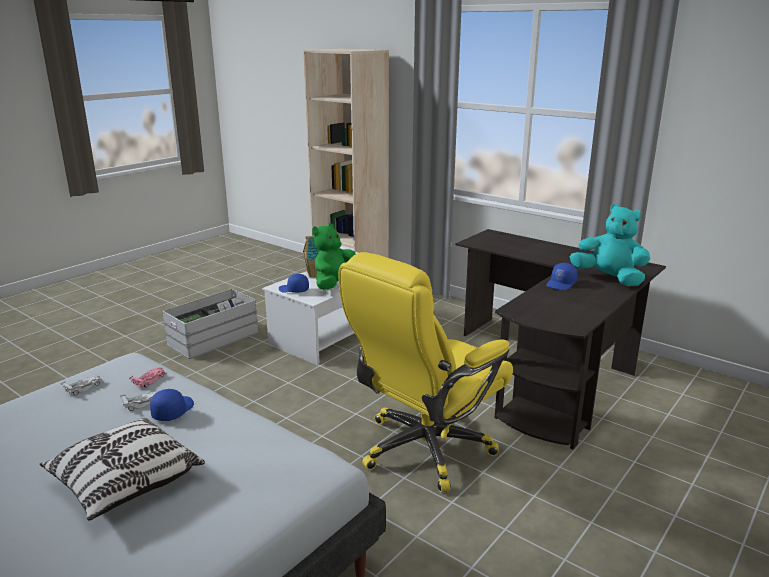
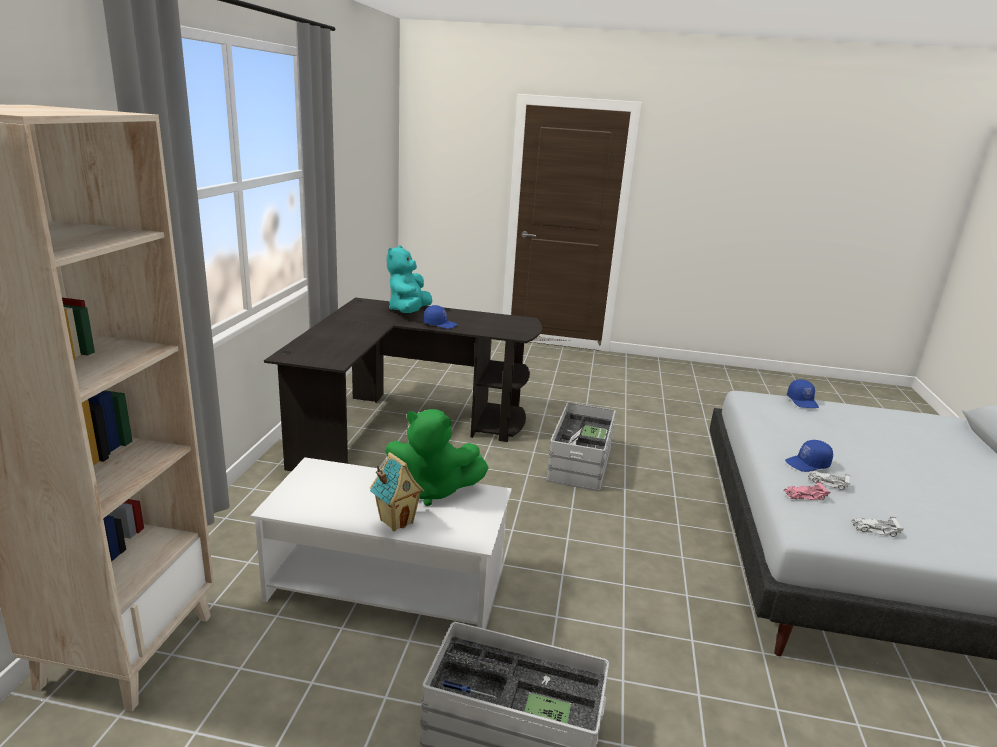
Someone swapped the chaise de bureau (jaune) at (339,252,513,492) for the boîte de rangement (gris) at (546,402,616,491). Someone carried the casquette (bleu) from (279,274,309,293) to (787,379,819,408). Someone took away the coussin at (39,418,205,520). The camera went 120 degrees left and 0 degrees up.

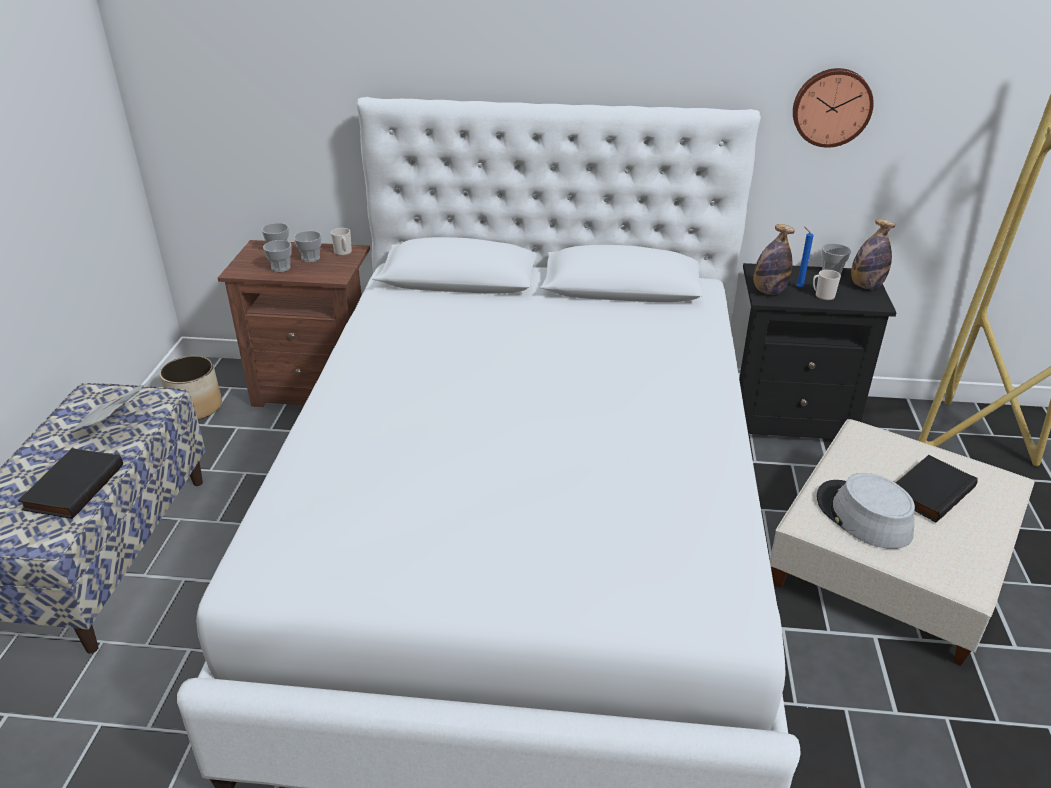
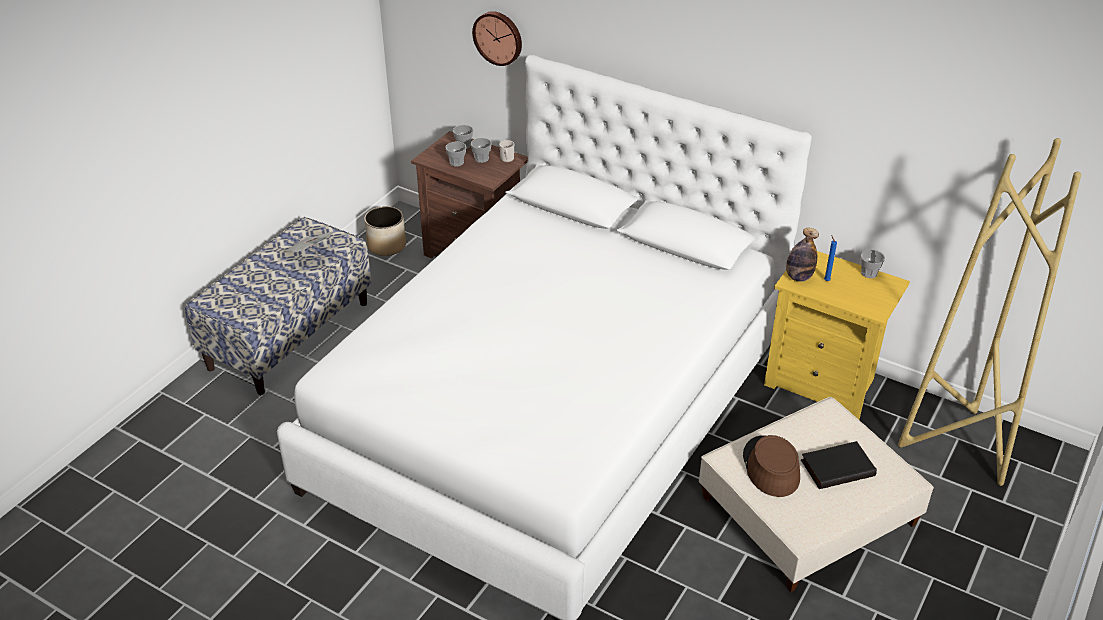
Someone carried the horloge murale from (793,68,874,148) to (472,11,522,66). Someone took away the bouteille at (851,219,896,289). Someone repainted the table de chevet (noir) at (739,263,897,439), which became the table de chevet (jaune) at (764,251,910,420). Someone took away the mug at (813,270,841,300). Someone took away the livre (noir) at (17,448,123,519). Someone repainted the chapeau (gris) at (817,473,915,549), which became the chapeau (marron) at (743,435,800,497). The camera went 25 degrees right and 5 degrees up.

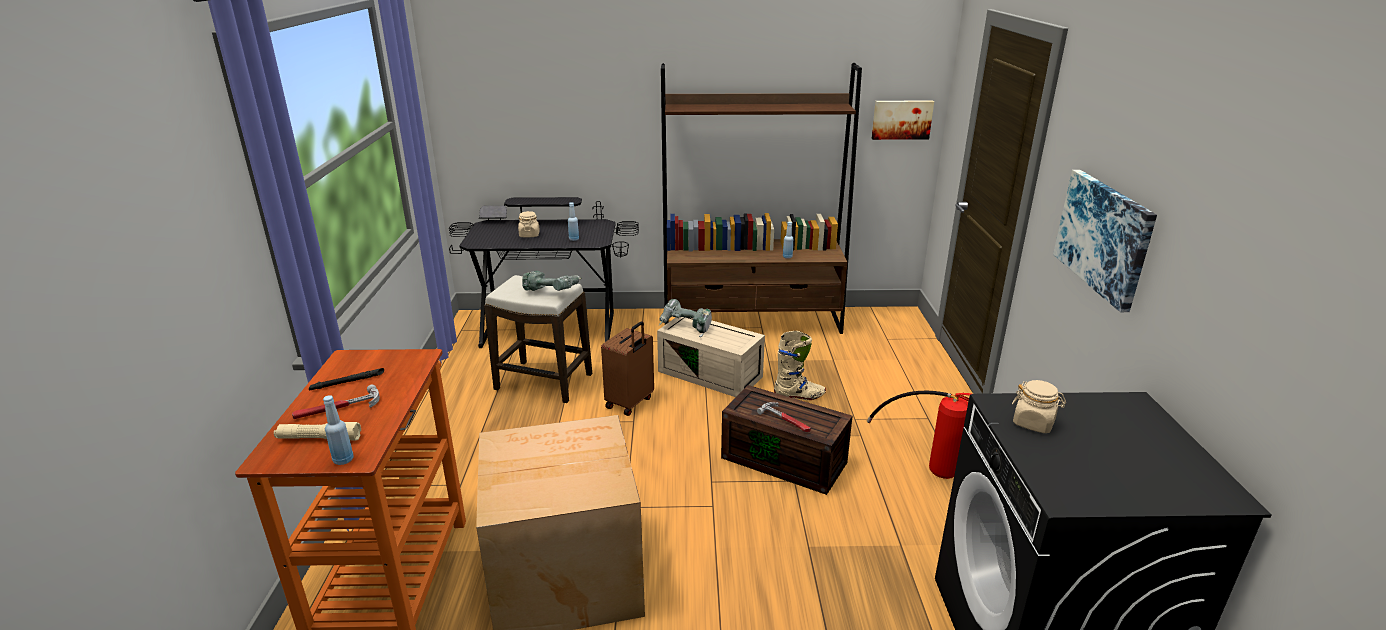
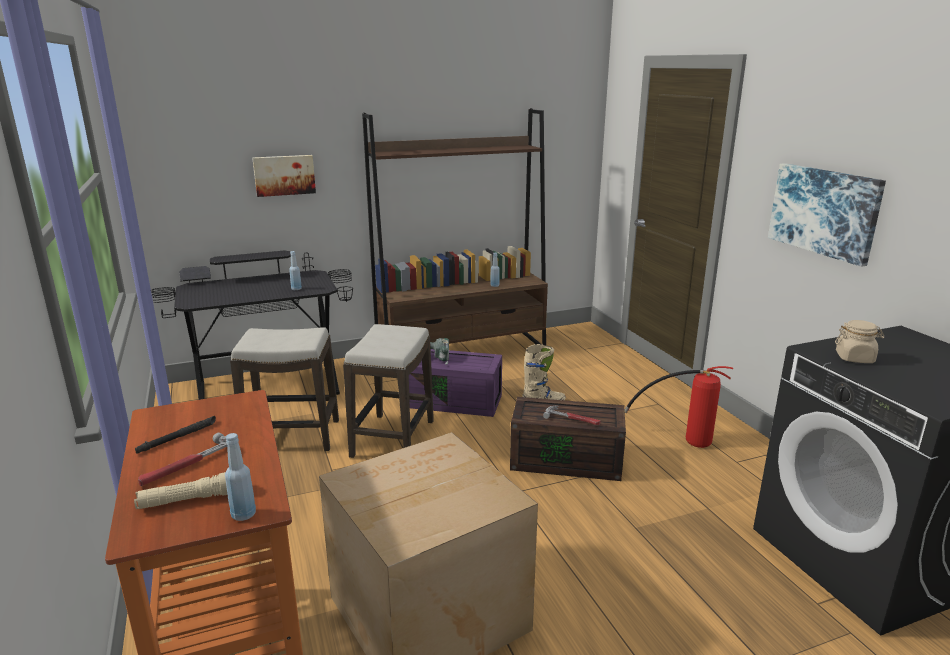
Someone carried the tableau from (872,101,934,140) to (252,155,316,197). Someone took away the bocal (beige) at (518,211,540,238). Someone took away the perceuse at (522,271,581,291). Someone repainted the boîte de rangement (beige) at (657,317,765,397), which became the boîte de rangement (violet) at (409,349,502,417). Someone swapped the valise (marron) at (601,321,654,416) for the tabouret at (343,324,434,458). The camera went 20 degrees left and 5 degrees down.

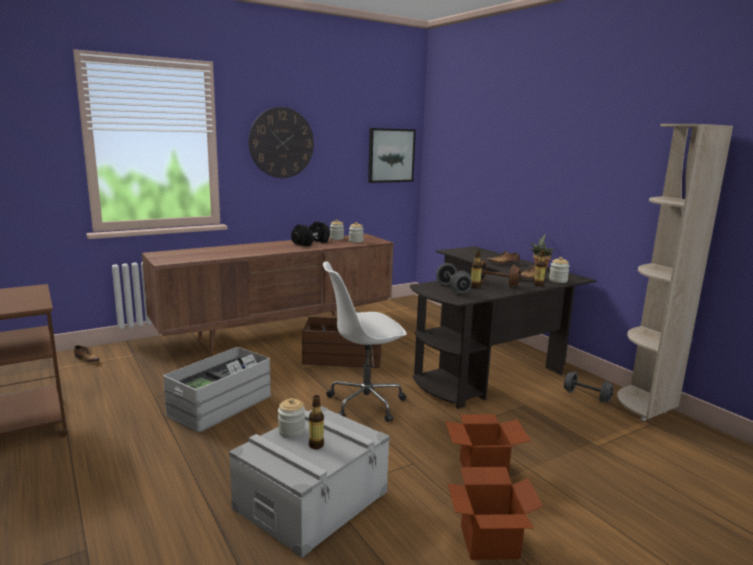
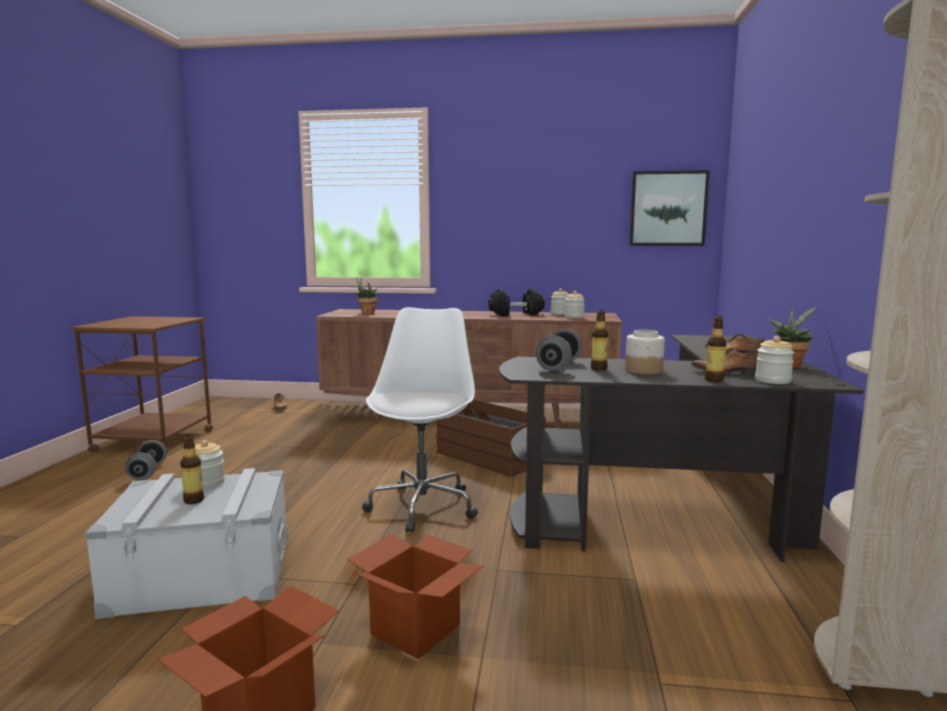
Someone took away the horloge murale at (249,107,314,178). Someone swapped the haltère (marron) at (481,261,521,287) for the bocal at (625,330,665,374). Someone rotated the chaise de bureau (blanc) at (323,262,407,422) by 75 degrees clockwise. Someone took away the boîte de rangement (gris) at (163,347,271,432). Someone carried the haltère (gris) from (564,372,613,403) to (125,440,167,480). Someone put down the plante en pot at (355,277,378,314). The camera went 40 degrees right and 5 degrees down.

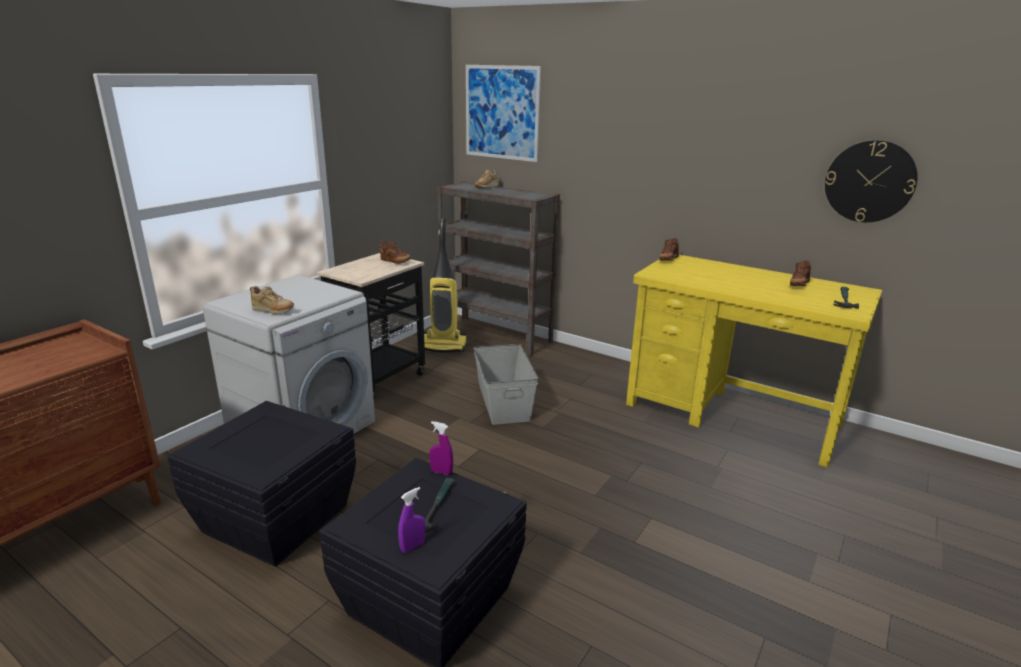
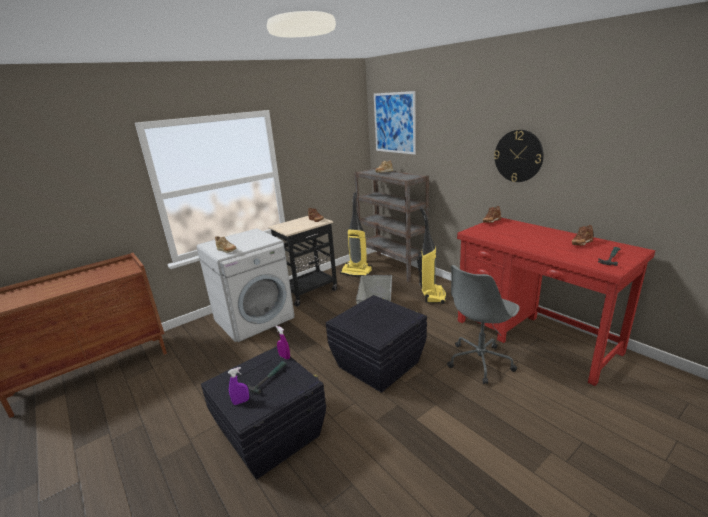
Someone carried the horloge murale from (825,140,918,222) to (494,130,544,182). Someone repainted the bureau (jaune) at (626,255,882,468), which became the bureau (rouge) at (457,218,655,386). Someone carried the boîte de rangement (noir) from (167,401,356,566) to (326,295,427,393). Someone put down the aspirateur at (417,207,447,304). Someone put down the chaise de bureau (gris) at (447,265,520,384). The camera went 20 degrees right and 0 degrees up.

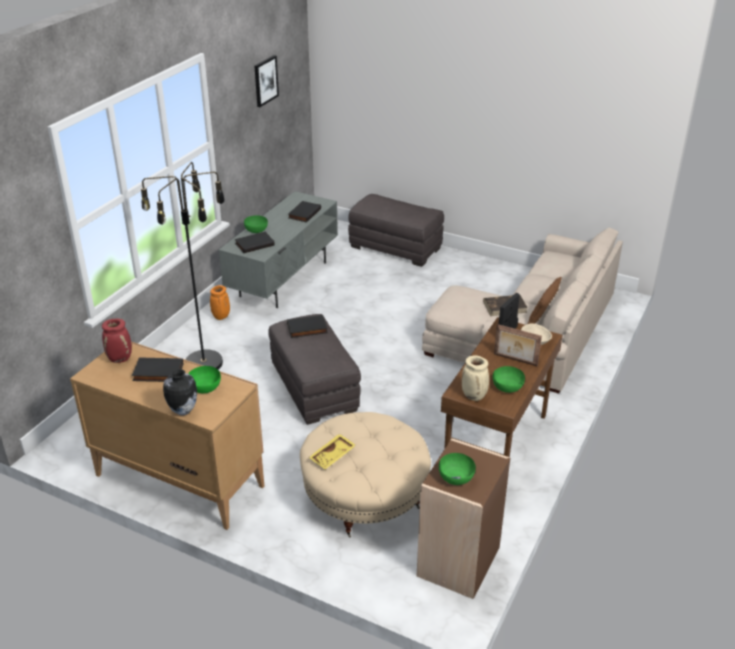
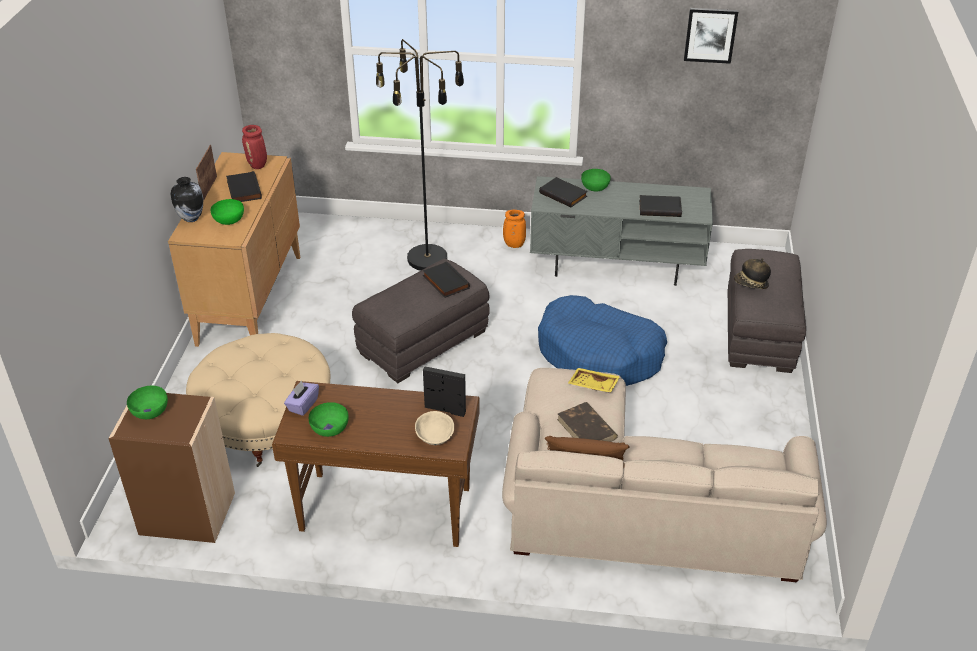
Someone carried the cadre photo from (494,324,542,366) to (196,145,217,201). Someone swapped the vase (beige) at (462,355,489,401) for the boîte à mouchoirs (violet) at (284,380,319,416). Someone carried the plateau (jaune) from (308,434,356,469) to (568,368,620,393). Someone put down the chapeau at (734,258,771,289). Someone put down the panier pour chien (bleu) at (538,295,667,386). The camera went 70 degrees right and 5 degrees up.

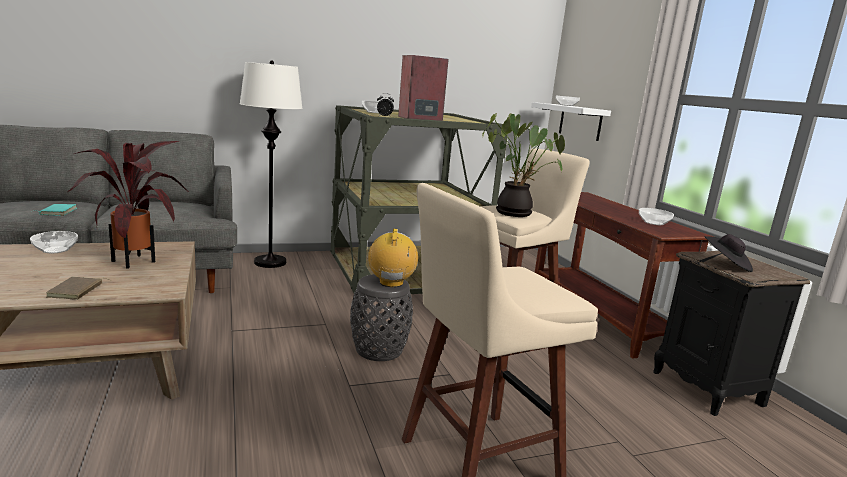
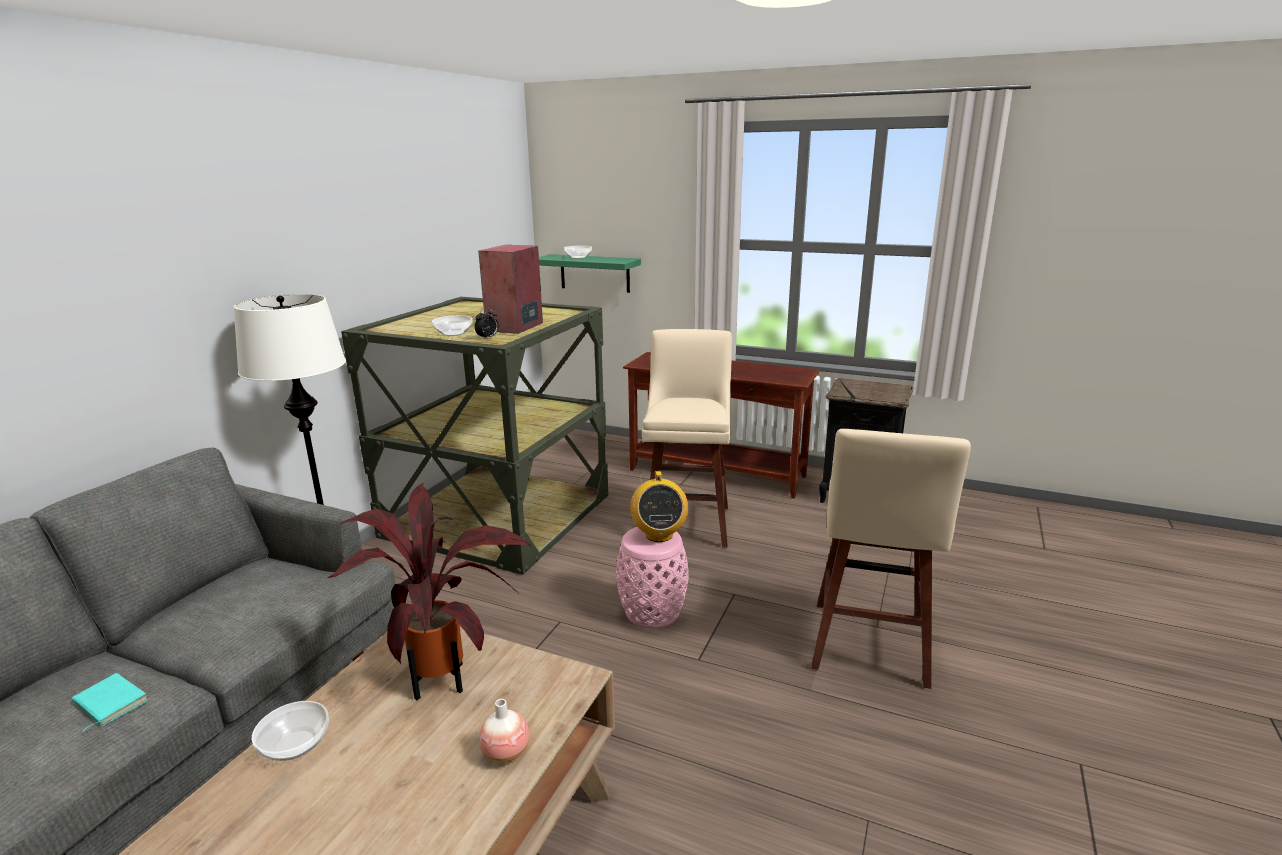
Someone repainted the étagère (blanc) at (531,102,611,141), which became the étagère (vert) at (539,254,641,293). Someone took away the plante en pot at (482,113,565,217). Someone took away the bol at (639,208,674,225). Someone rotated the radio at (368,229,418,287) by 135 degrees counterclockwise. Someone took away the chapeau (noir) at (704,234,753,272). Someone repainted the tabouret (gris) at (350,274,413,361), which became the tabouret (rose) at (616,527,689,628). Someone swapped the livre (marron) at (46,276,111,300) for the vase at (479,699,529,763). The camera went 45 degrees left and 5 degrees up.

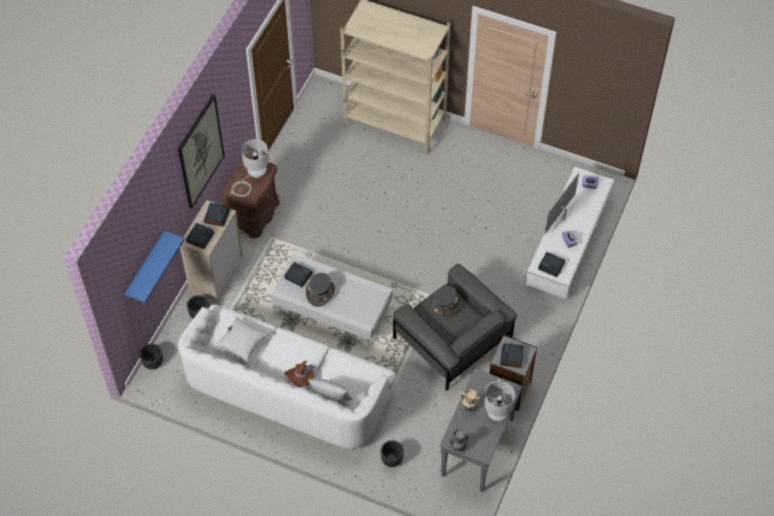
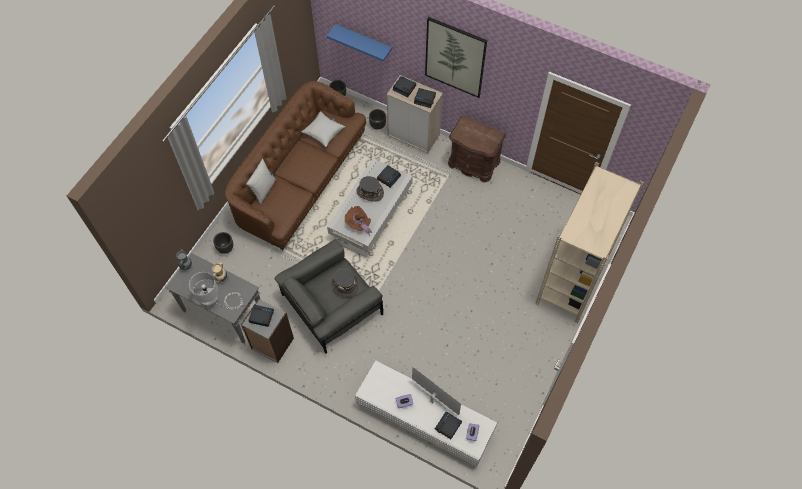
Someone took away the lampe de table (blanc) at (231,139,269,197). Someone carried the réveil from (538,252,565,277) to (435,411,462,439). Someone repainted the canapé (blanc) at (178,304,395,449), which became the canapé (marron) at (225,81,366,250). Someone carried the chapeau (marron) from (284,360,316,387) to (345,206,372,236). The camera went 95 degrees right and 5 degrees up.

